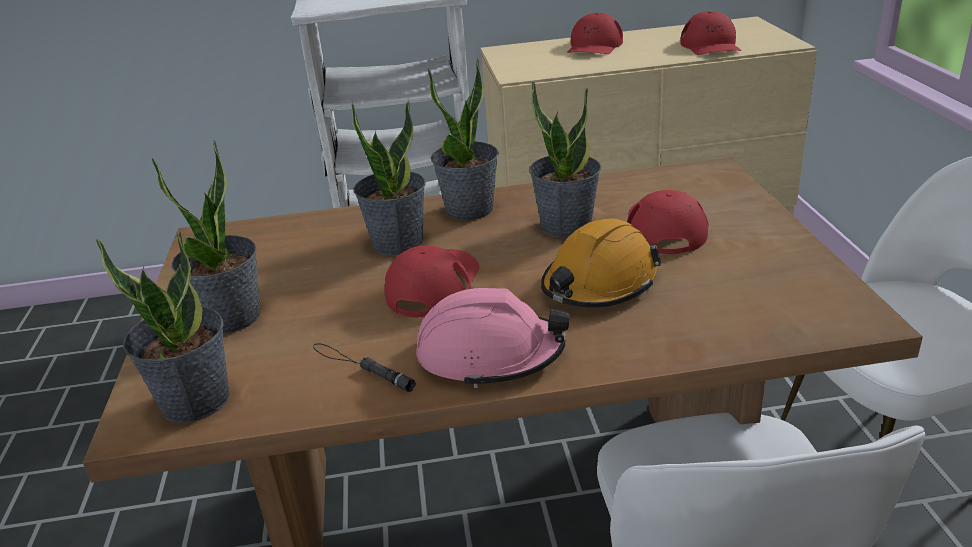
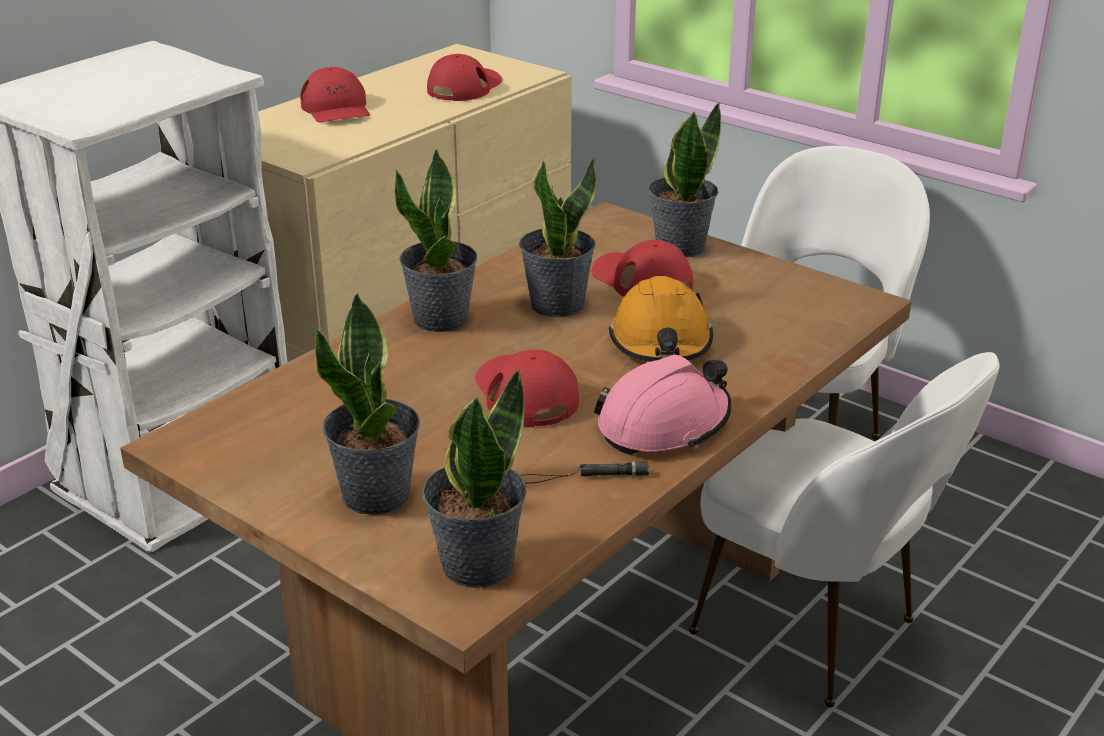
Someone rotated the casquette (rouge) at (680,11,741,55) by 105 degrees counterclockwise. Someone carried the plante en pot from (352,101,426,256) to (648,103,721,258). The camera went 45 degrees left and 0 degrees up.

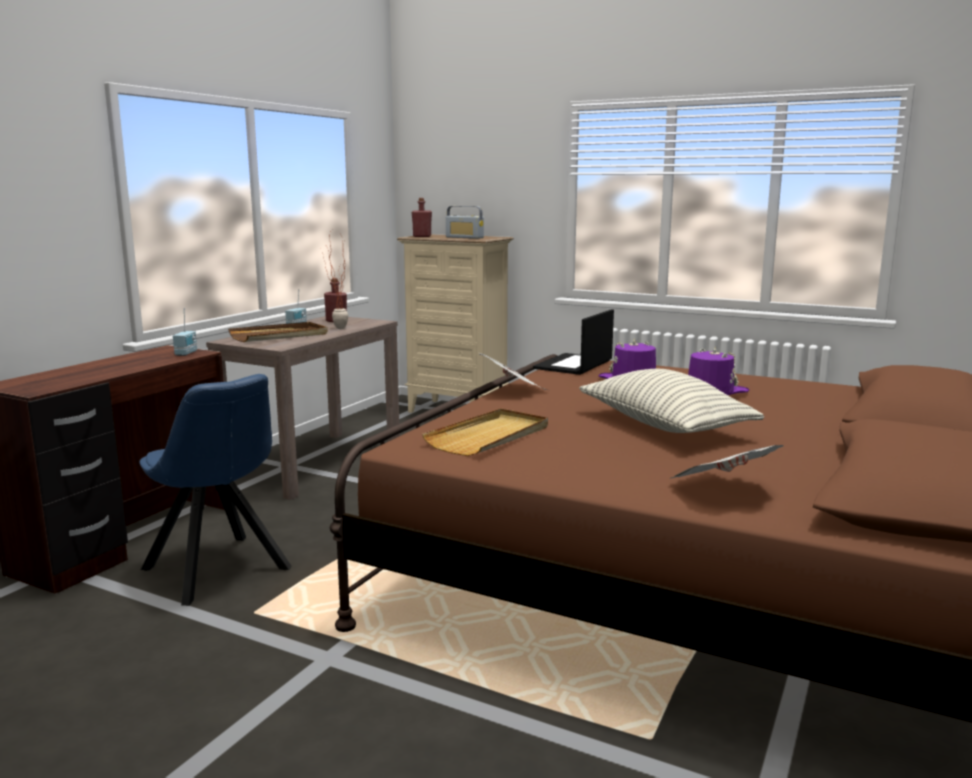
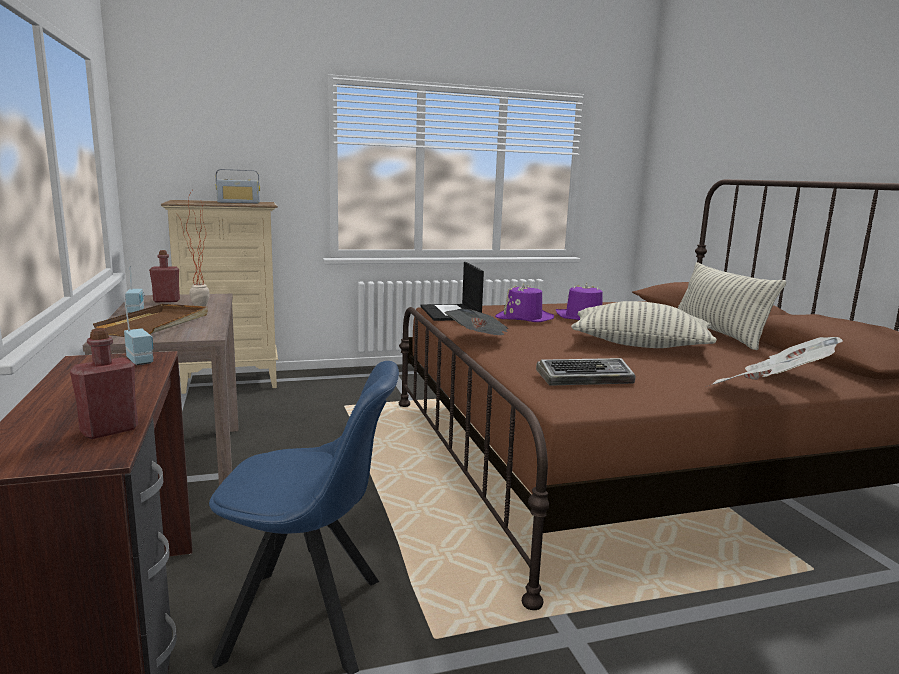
Someone carried the bouteille (rouge) from (412,198,432,237) to (70,328,138,439). Someone swapped the plateau (beige) at (422,408,548,456) for the clavier at (536,358,635,386). Someone put down the coussin at (678,262,786,350). Someone put down the journal at (705,357,802,387). The camera went 45 degrees left and 0 degrees up.

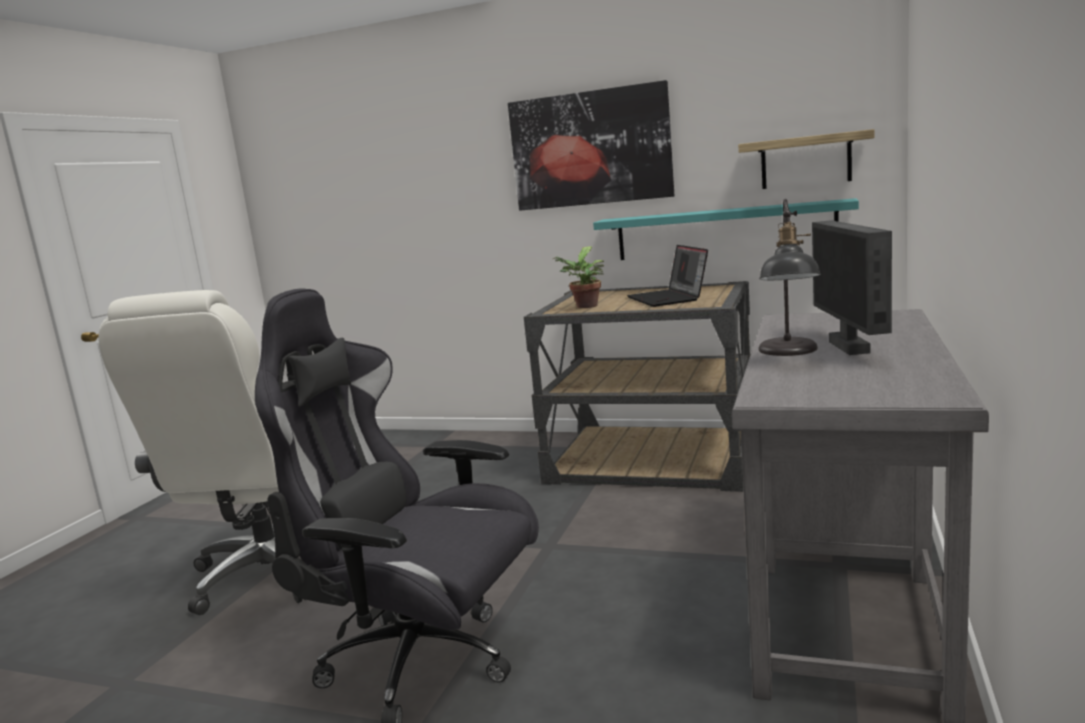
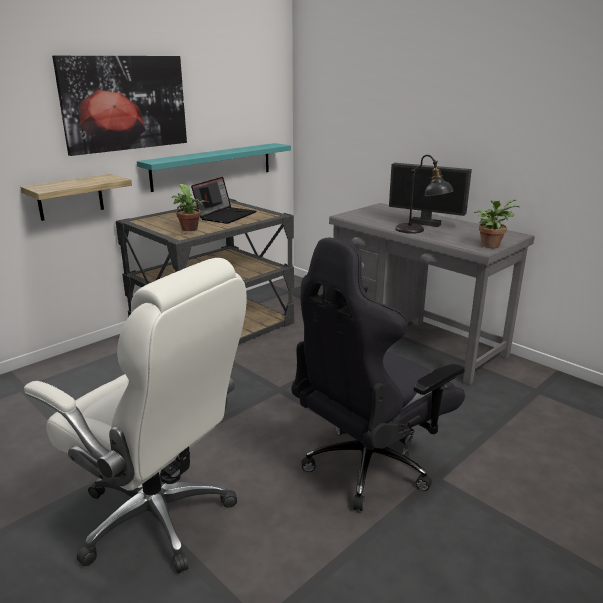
Someone carried the étagère from (738,129,874,189) to (20,174,132,221). Someone rotated the ordinateur portable at (627,245,708,307) by 75 degrees counterclockwise. Someone put down the plante en pot at (474,199,520,248). The camera went 65 degrees left and 10 degrees up.

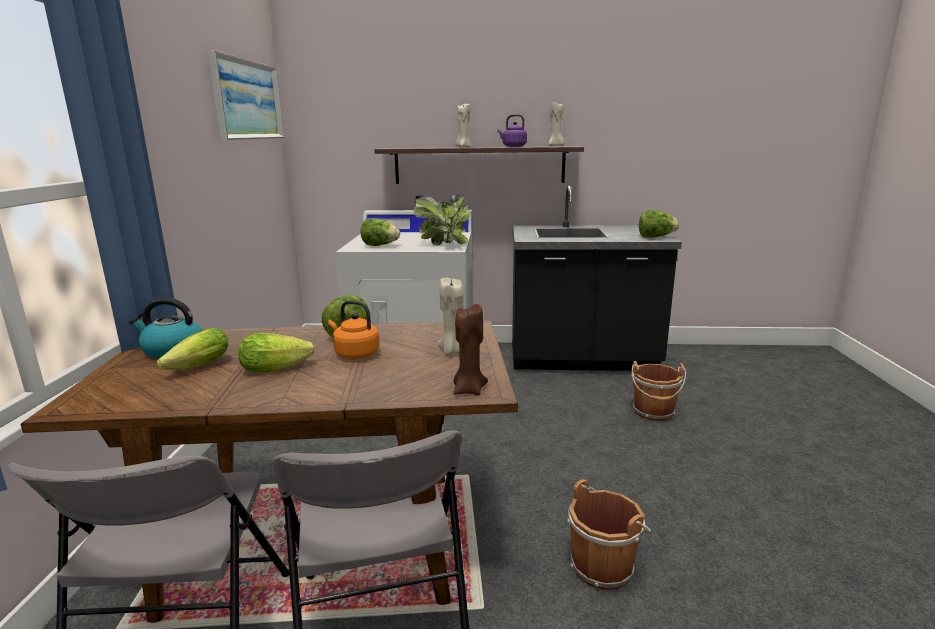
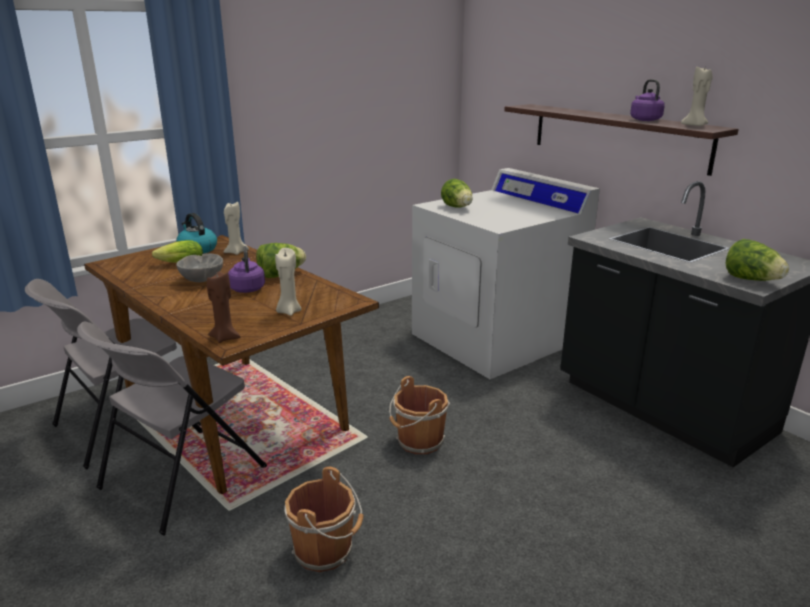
Someone took away the tableau at (208,50,284,140). Someone carried the bougie (beige) from (455,103,471,147) to (224,202,249,255). Someone took away the plante en pot at (414,194,470,245). Someone repainted the bouilloire (orange) at (328,300,379,359), which became the bouilloire (violet) at (228,246,265,293). Someone swapped the laitue at (238,333,315,372) for the bol (gris) at (176,254,223,282). Someone carried the seau (marron) from (631,361,686,421) to (389,376,450,454). The camera went 50 degrees right and 5 degrees up.

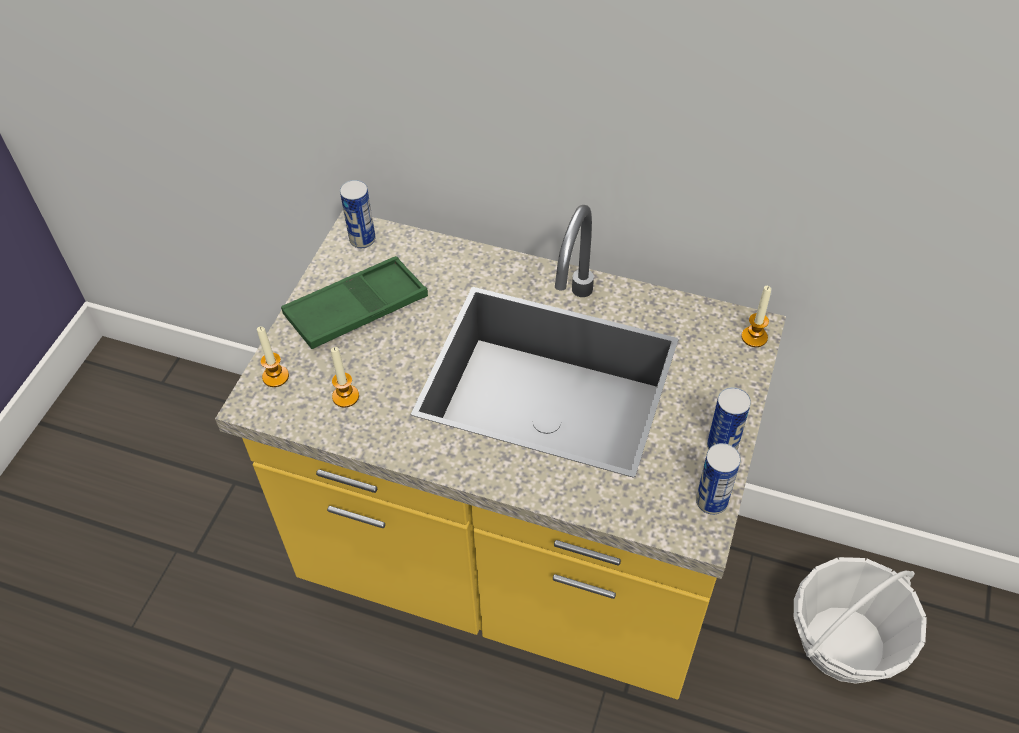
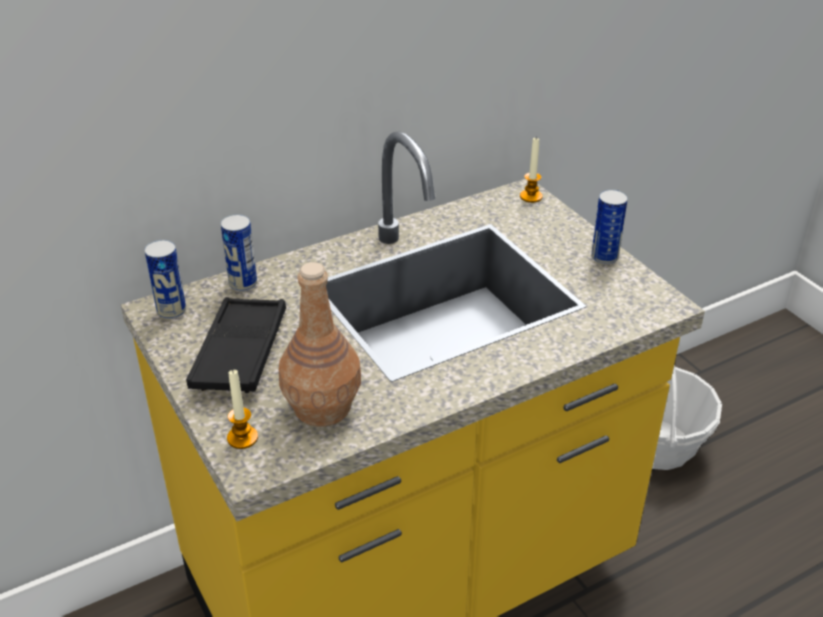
Someone repainted the plateau (vert) at (281,256,428,349), which became the plateau (noir) at (186,297,286,393). Someone swapped the bougie at (331,347,359,408) for the bouteille (marron) at (279,262,361,427). Someone carried the boîte métallique from (696,443,741,515) to (221,214,257,291). The camera went 50 degrees left and 15 degrees down.

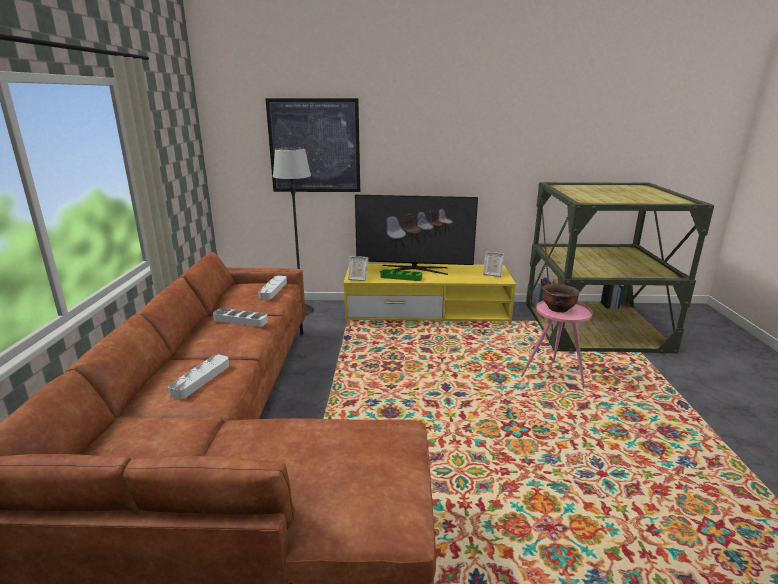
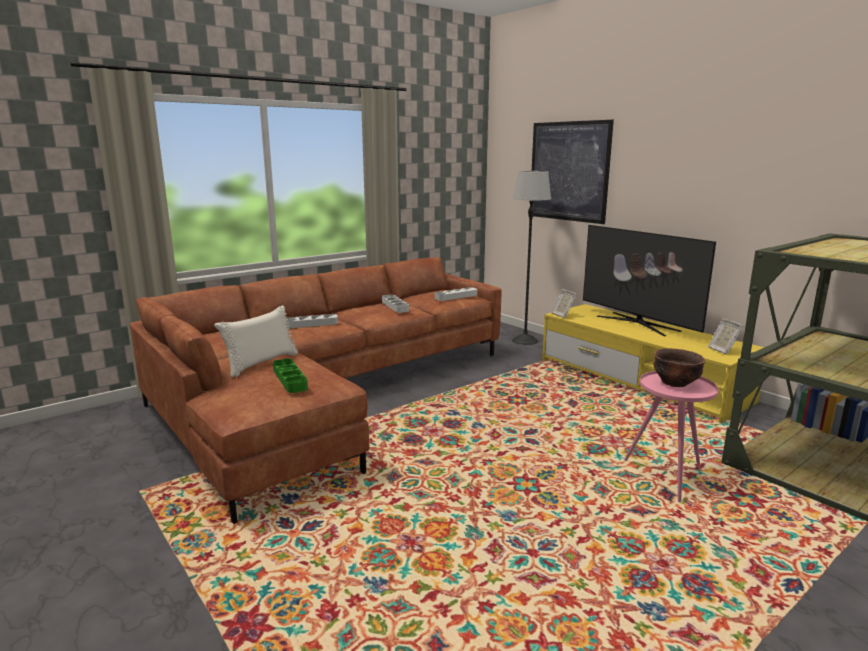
Someone carried the plateau (vert) from (381,269,422,281) to (273,359,308,393). Someone put down the coussin (blanc) at (214,306,298,378). The camera went 50 degrees right and 5 degrees down.

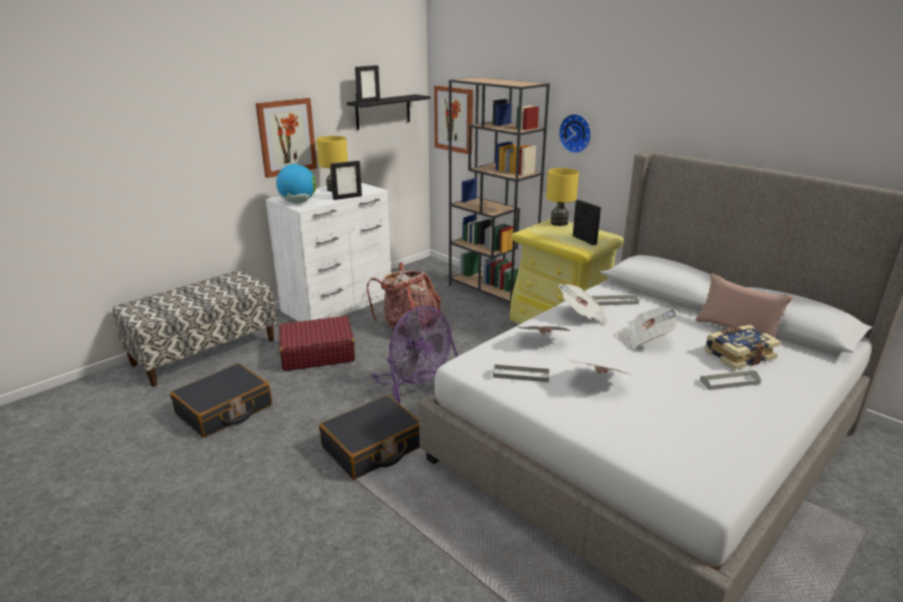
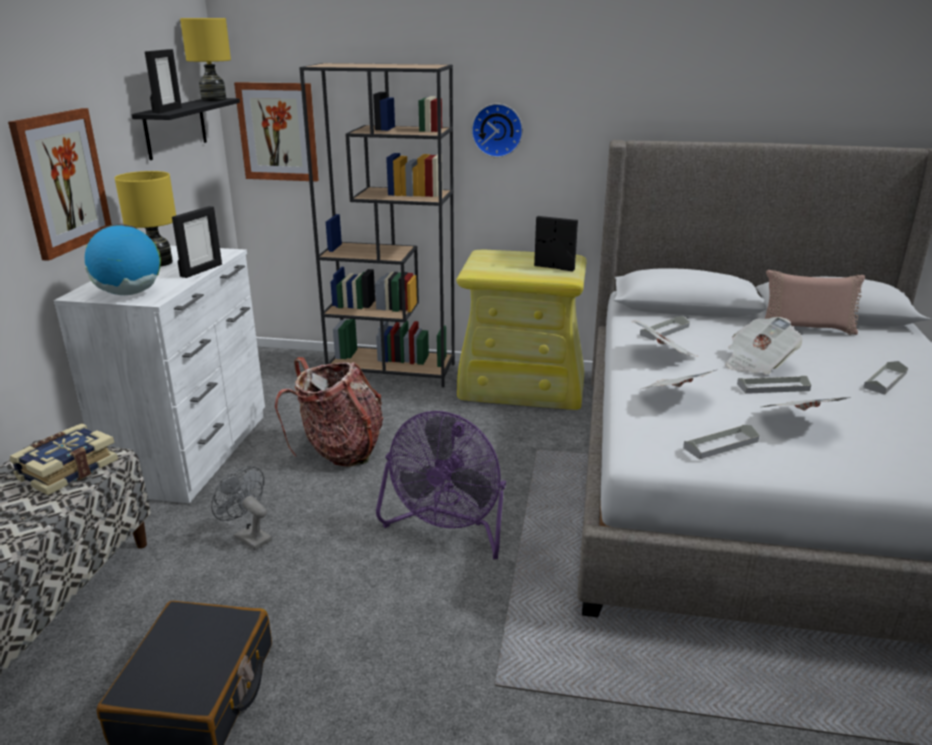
Someone carried the lampe de table (jaune) from (546,168,579,226) to (180,18,231,101). Someone rotated the ventilateur (violet) at (371,306,458,404) by 105 degrees clockwise. Someone swapped the valise (rouge) at (279,316,355,371) for the ventilateur (gris) at (211,466,272,550). Someone carried the livre from (704,325,781,370) to (10,423,118,495). Someone took away the valise (noir) at (319,395,420,479). Someone put down the plateau (gris) at (737,376,811,394). The camera went 35 degrees left and 0 degrees up.

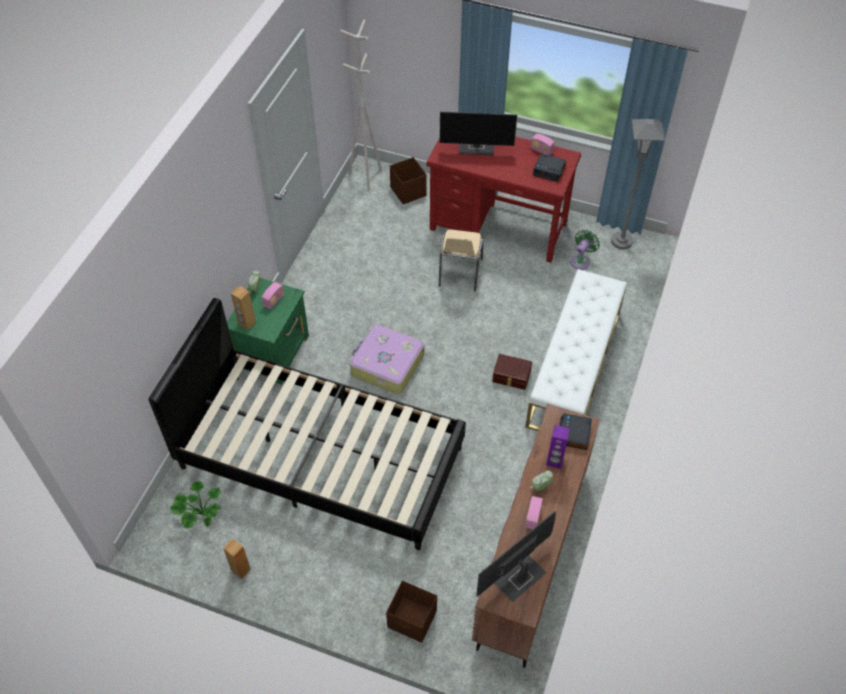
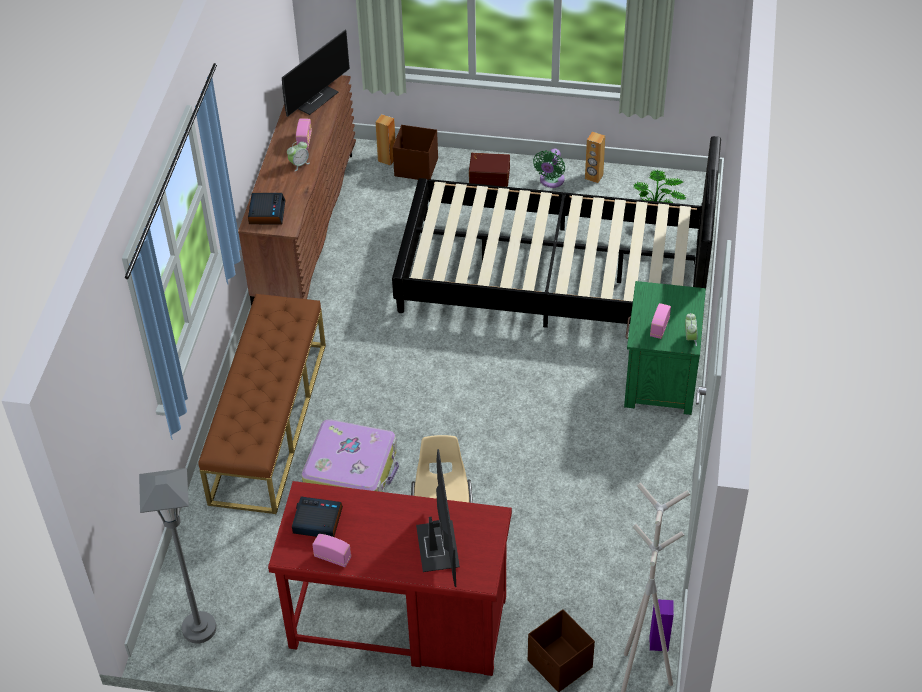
Someone rotated the écran d'ordinateur at (439,112,517,155) by 90 degrees clockwise. Someone carried the ventilateur (vert) from (570,230,600,270) to (533,149,565,188). Someone repainted the banc (blanc) at (525,269,627,431), which became the banc (marron) at (199,294,326,514). Someone carried the enceinte (marron) from (231,285,256,330) to (376,114,396,166). Someone carried the valise from (350,324,424,394) to (301,419,399,492). Someone carried the boîte de rangement (marron) from (492,354,532,390) to (469,153,510,187). Someone carried the enceinte (violet) from (546,425,570,469) to (650,599,674,651). The camera went 170 degrees right and 5 degrees down.

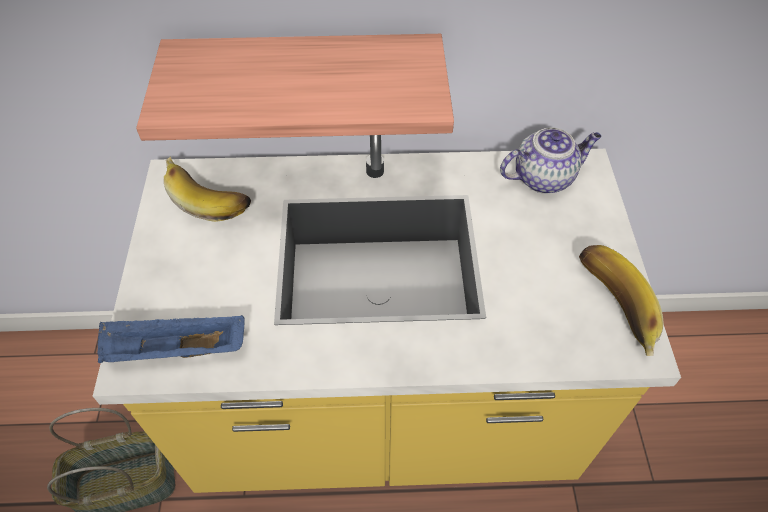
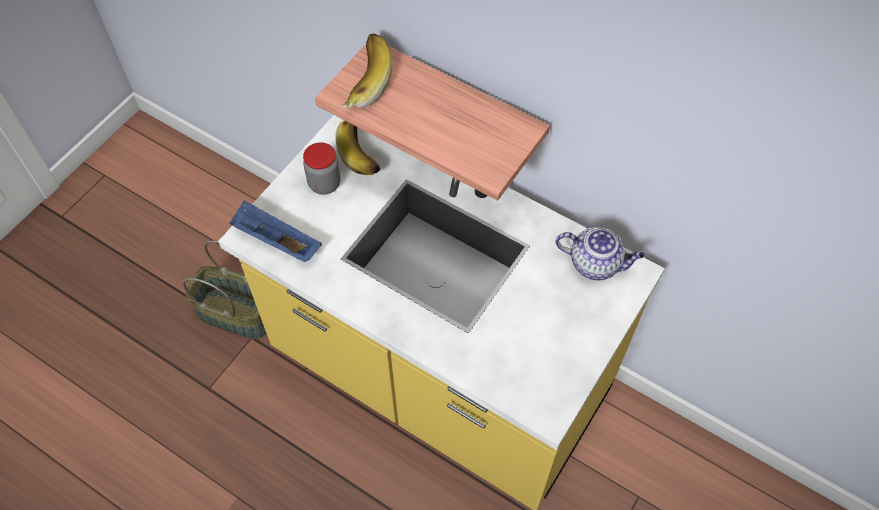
Someone carried the banane from (579,245,664,356) to (340,34,392,108). Someone put down the bocal at (303,142,341,195). The camera went 35 degrees right and 5 degrees up.

